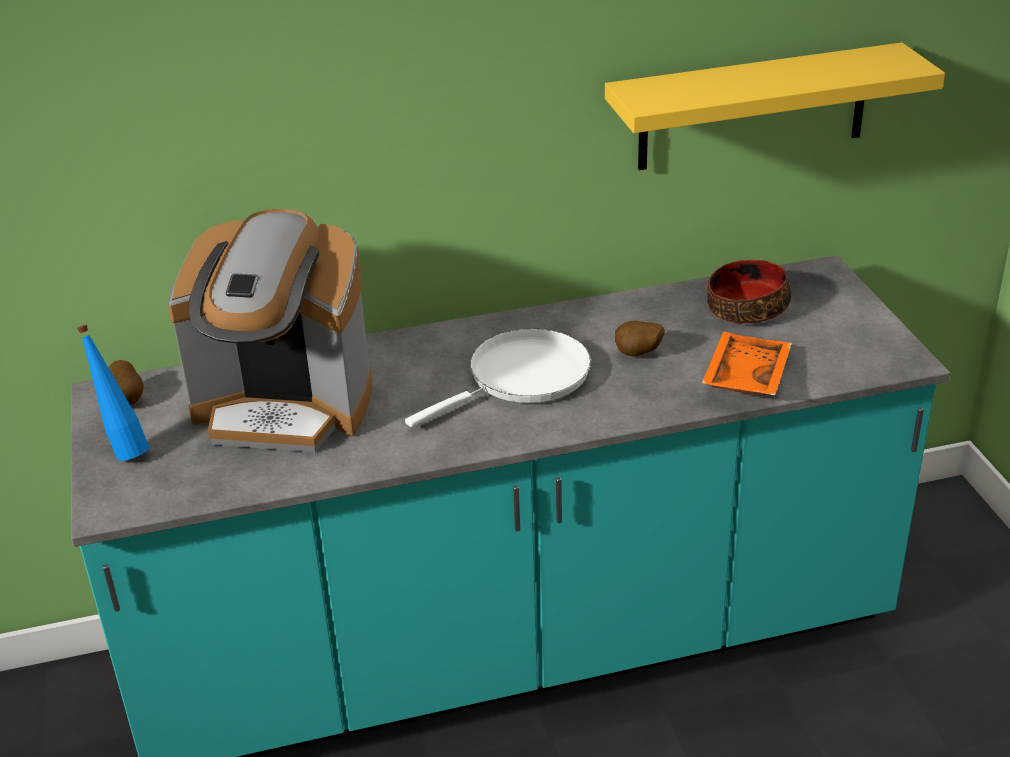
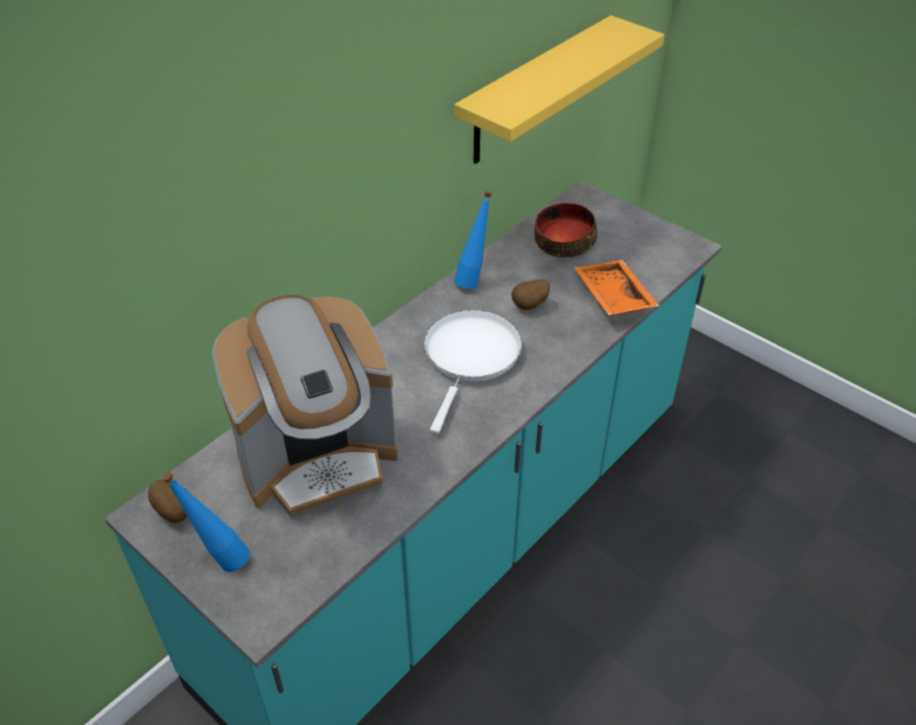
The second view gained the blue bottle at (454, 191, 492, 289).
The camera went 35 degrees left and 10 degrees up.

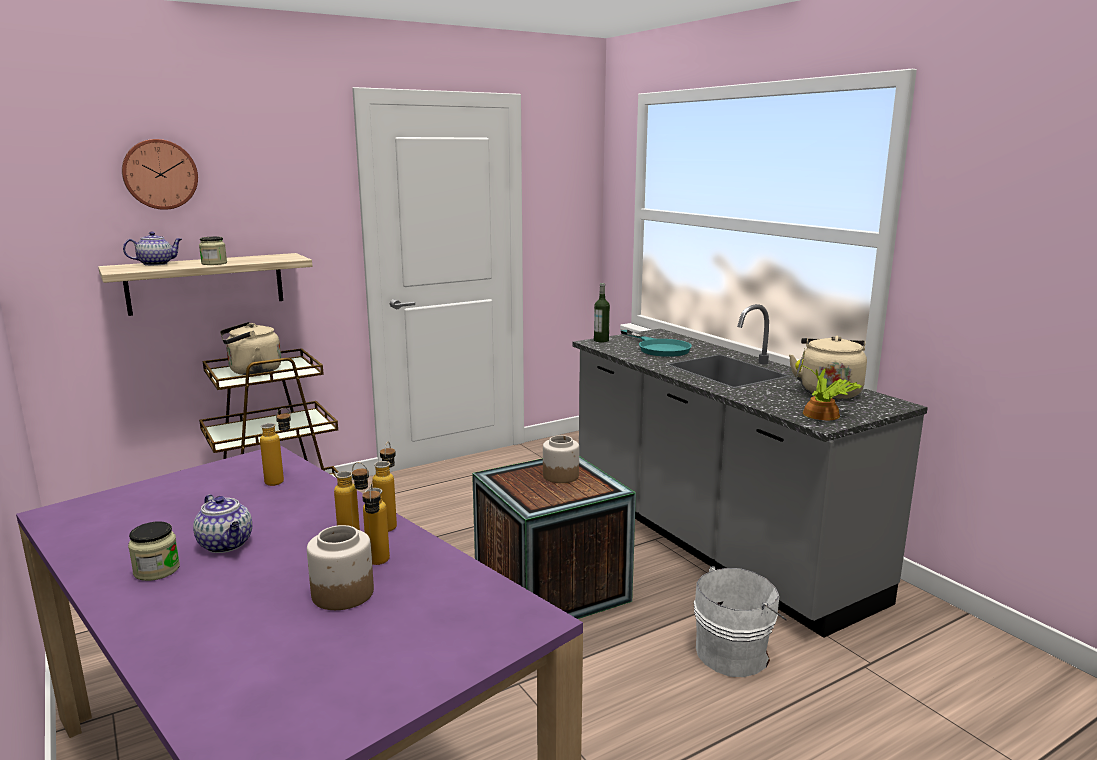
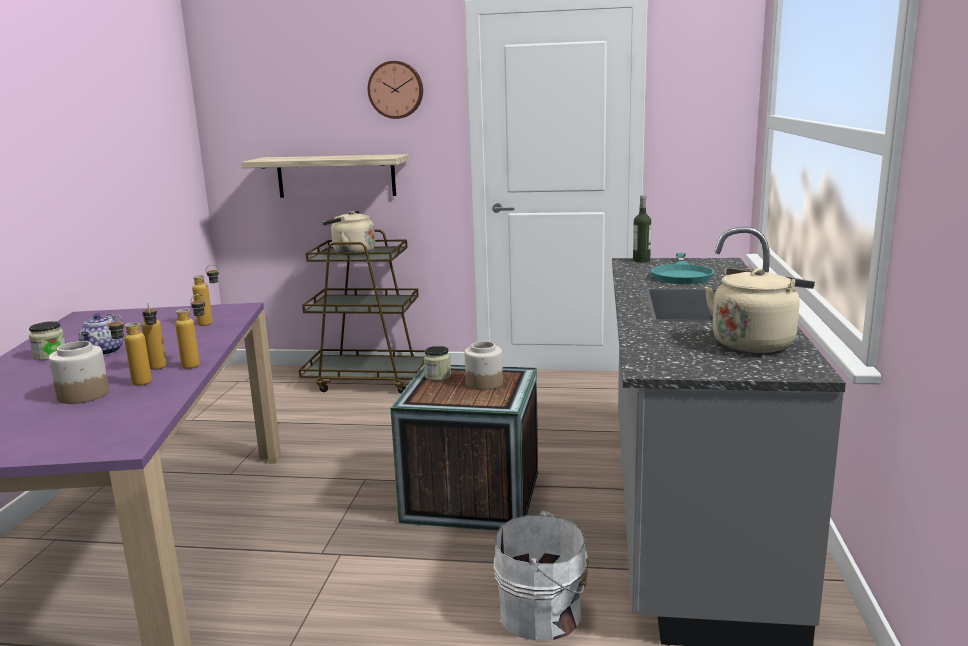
The second view lost the teapot at (123, 232, 182, 266).
The second view lost the potted plant at (795, 349, 863, 420).
The wall clock ended up elsewhere, having gone from (122, 139, 198, 210) to (368, 61, 423, 119).
The jar ended up elsewhere, having gone from (199, 237, 227, 265) to (424, 346, 451, 381).
The camera went 40 degrees right and 0 degrees up.

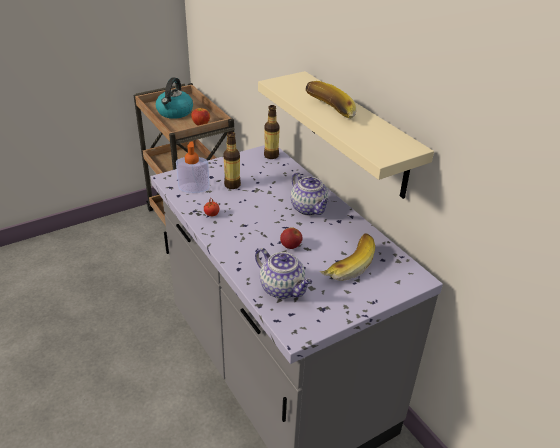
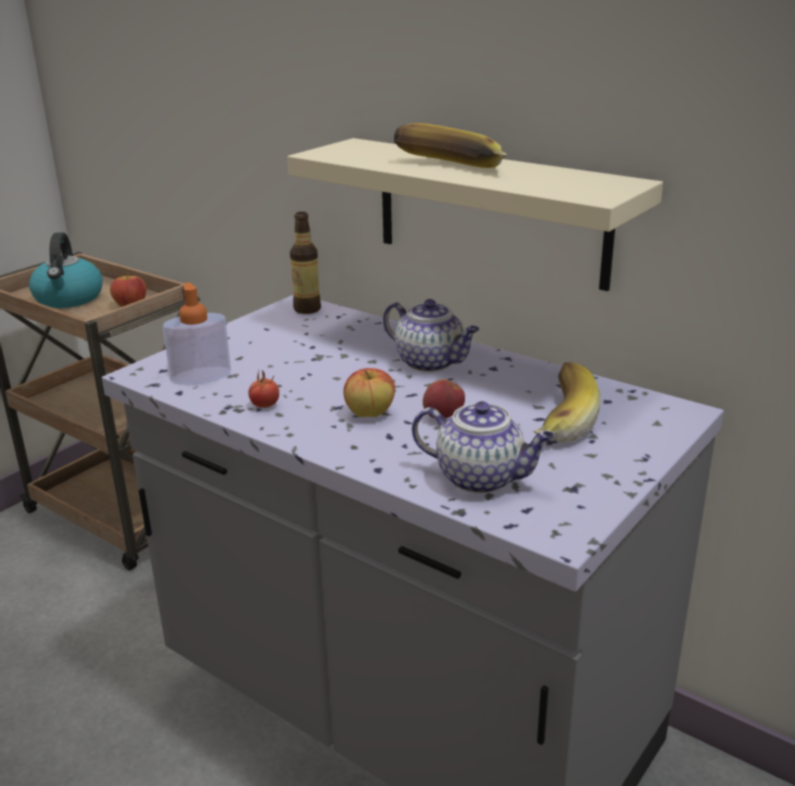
The second view lost the bottle at (223, 132, 241, 189).
The second view gained the apple at (343, 368, 395, 417).
The camera went 20 degrees left and 10 degrees down.

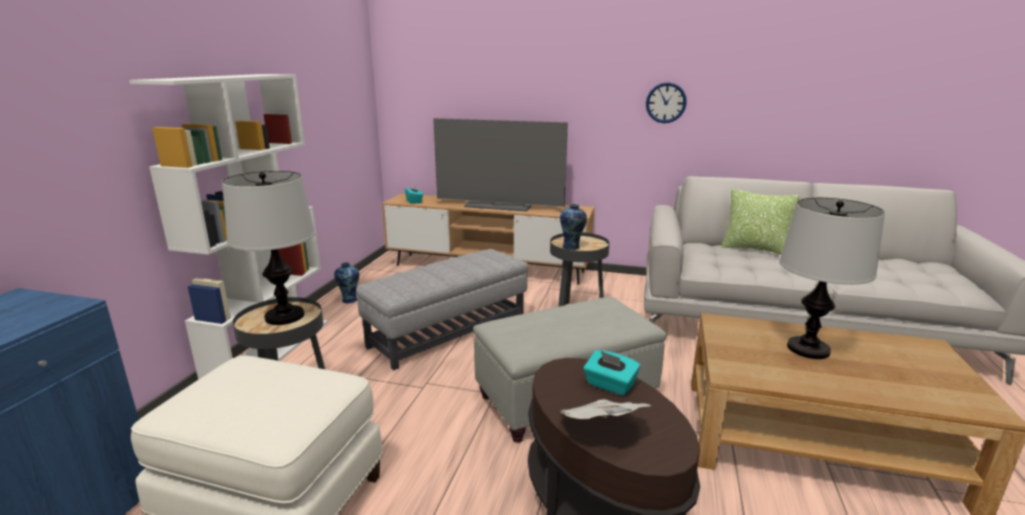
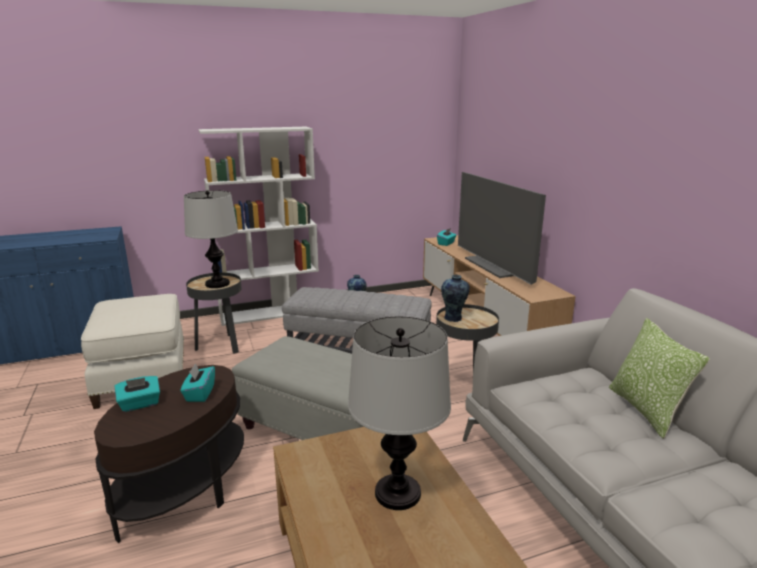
The second view lost the wall clock at (646, 82, 687, 123).
Where the newspaper stood at (560, 399, 651, 419), the turquoise tissue box came to stand at (115, 376, 160, 412).
The camera went 55 degrees right and 0 degrees up.

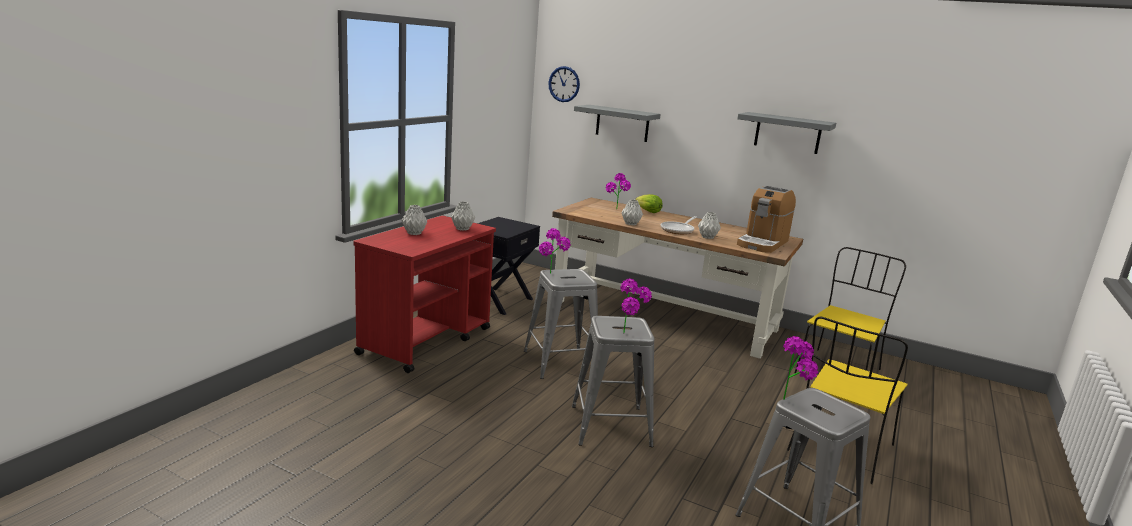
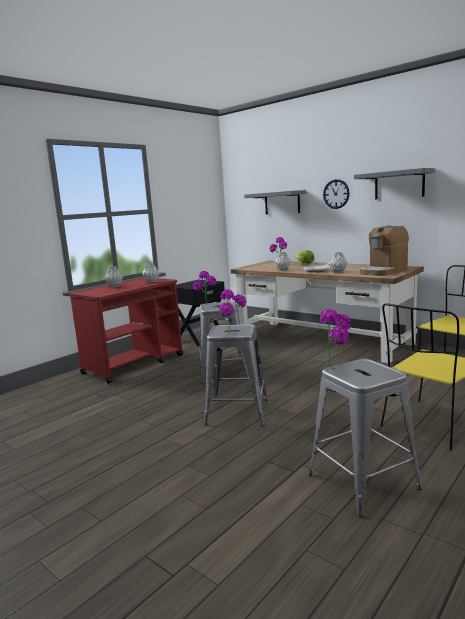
The wall clock ended up elsewhere, having gone from (548, 66, 580, 102) to (323, 179, 350, 209).
The camera went 15 degrees right and 5 degrees down.

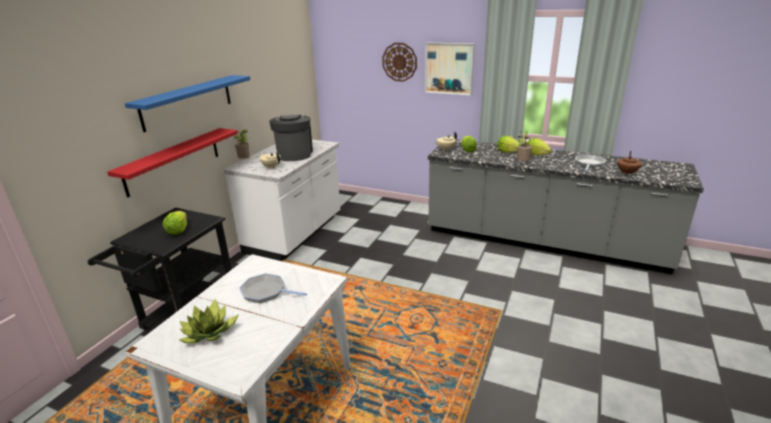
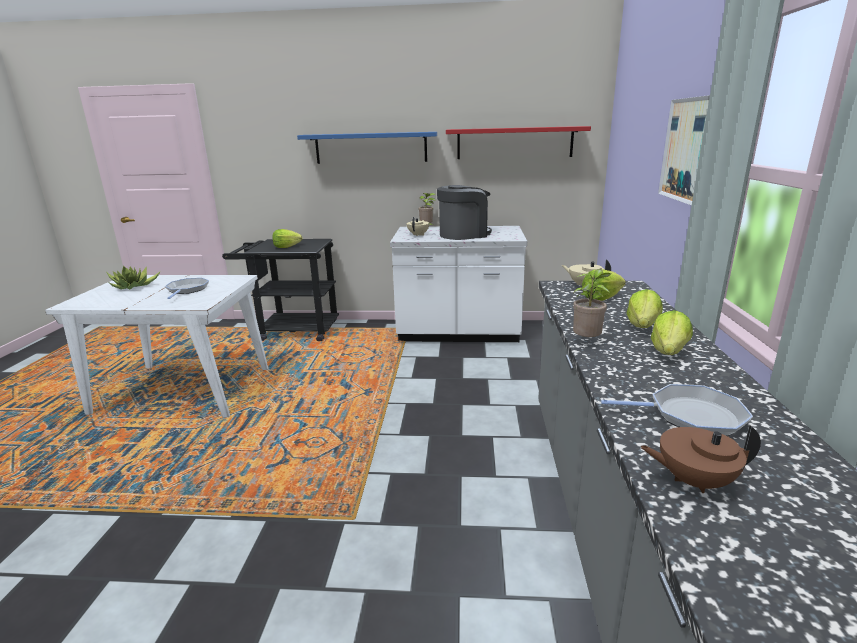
The second view lost the wall clock at (382, 43, 417, 82).
The red shelf ended up elsewhere, having gone from (107, 128, 238, 198) to (446, 126, 591, 159).
The camera went 70 degrees right and 5 degrees down.

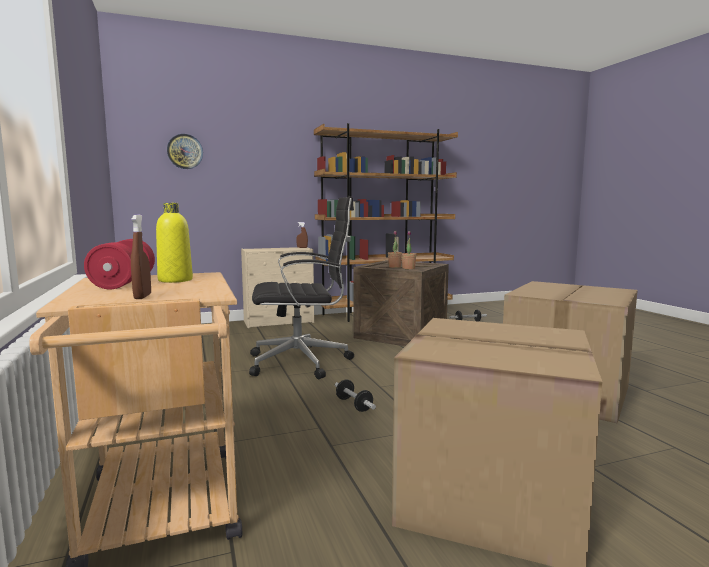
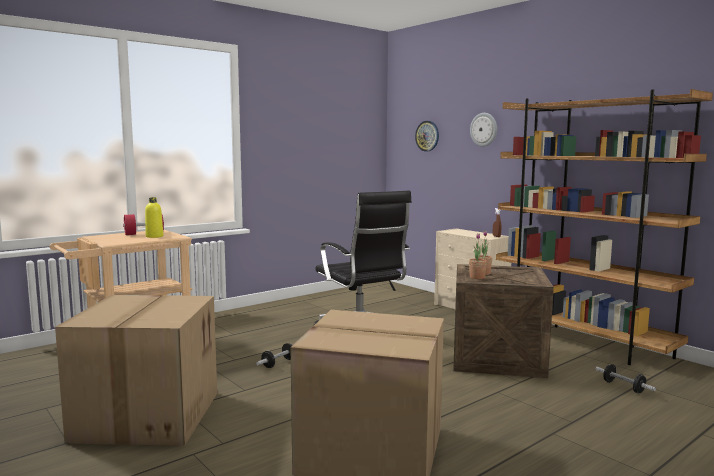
The second view lost the brown spray bottle at (131, 214, 151, 299).
The second view gained the wall clock at (470, 113, 497, 147).
The camera went 70 degrees right and 0 degrees up.

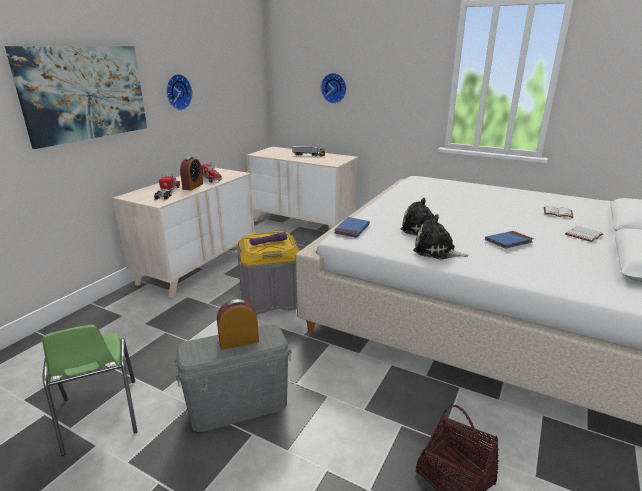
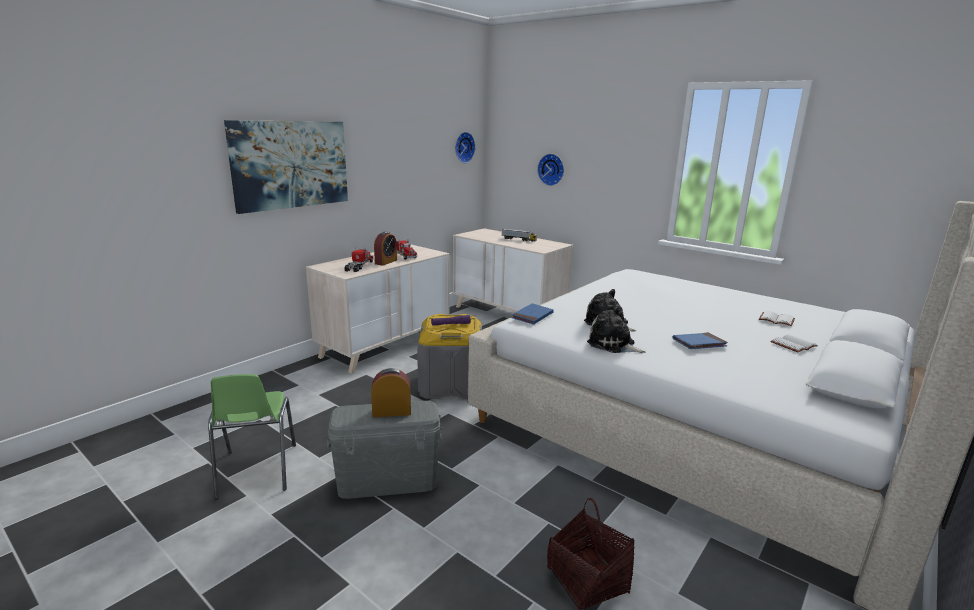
The wall clock ended up elsewhere, having gone from (166, 74, 192, 111) to (455, 132, 475, 163).
The camera went 10 degrees right and 5 degrees down.

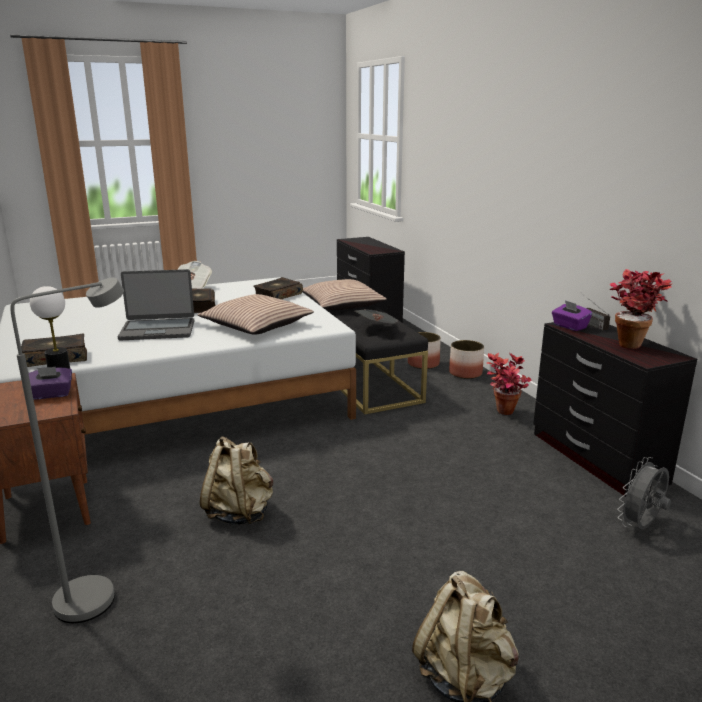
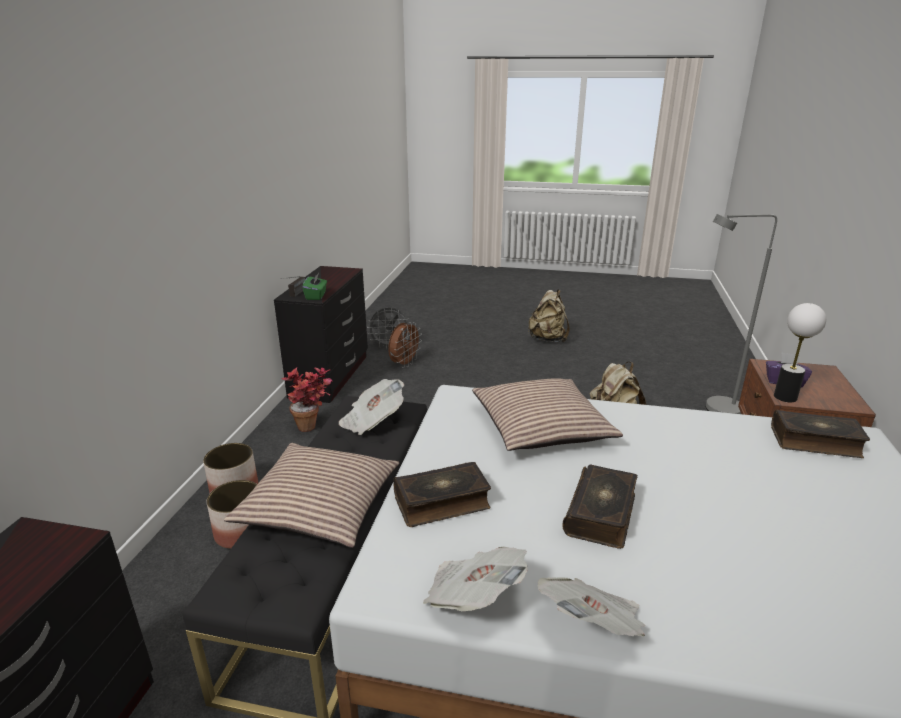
The second view lost the laptop at (117, 269, 194, 340).
The second view lost the potted plant at (610, 269, 672, 349).
The second view gained the brown fan at (388, 322, 422, 368).
The second view gained the newspaper at (423, 547, 528, 612).
What was the purple tissue box at (552, 300, 592, 331) turned into the green tissue box at (302, 273, 327, 300).
The camera went 145 degrees left and 5 degrees up.

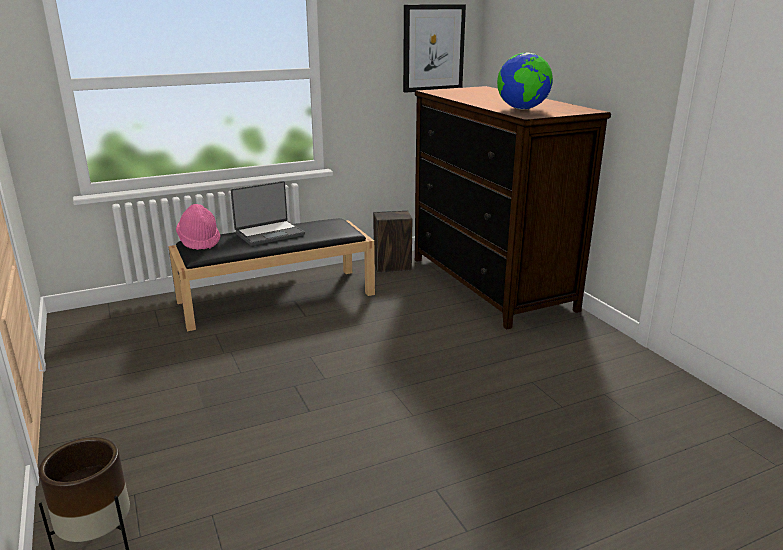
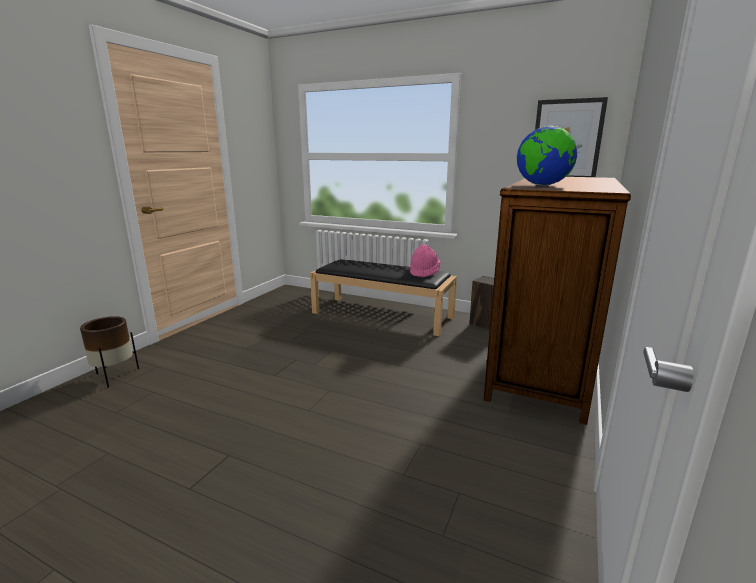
The second view lost the laptop at (231, 181, 305, 246).
The pink hat ended up elsewhere, having gone from (176, 204, 221, 250) to (410, 244, 441, 278).
The camera went 50 degrees right and 5 degrees down.

